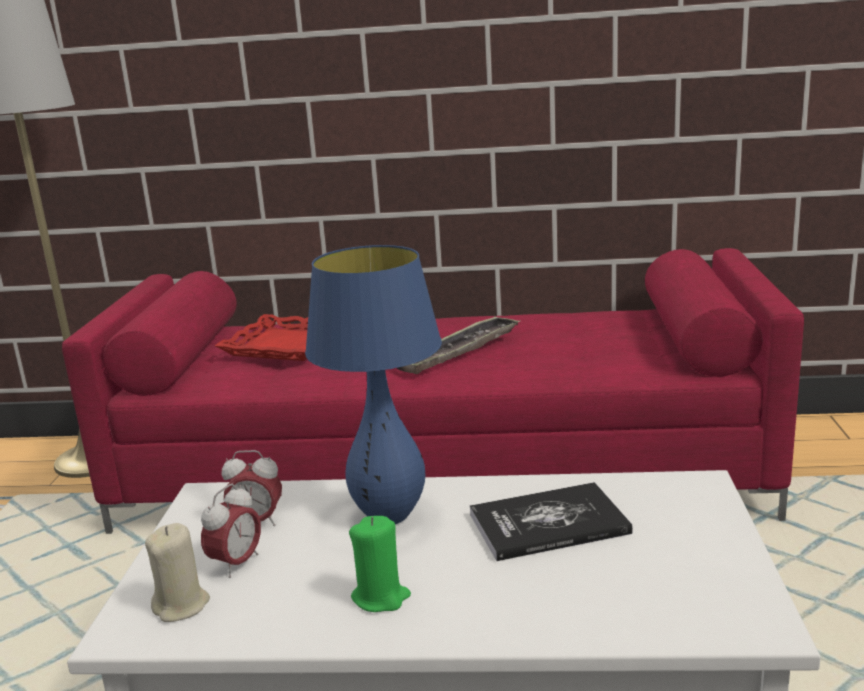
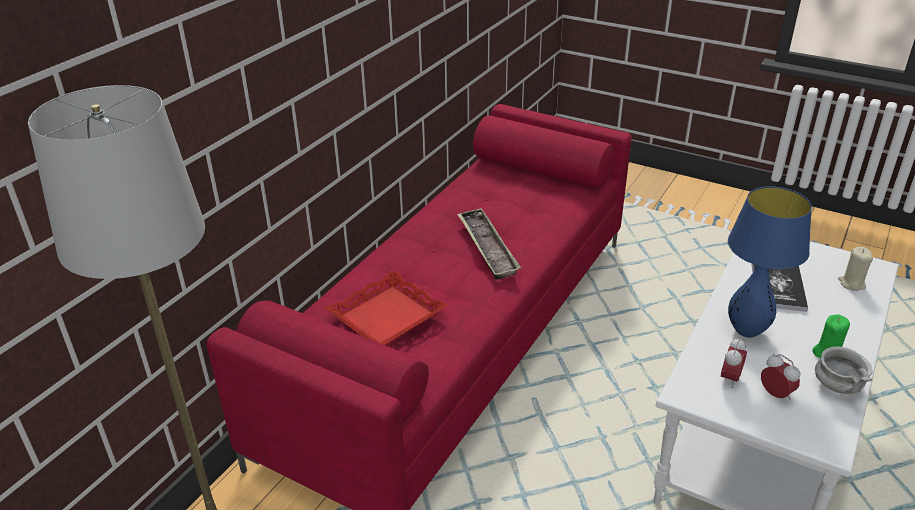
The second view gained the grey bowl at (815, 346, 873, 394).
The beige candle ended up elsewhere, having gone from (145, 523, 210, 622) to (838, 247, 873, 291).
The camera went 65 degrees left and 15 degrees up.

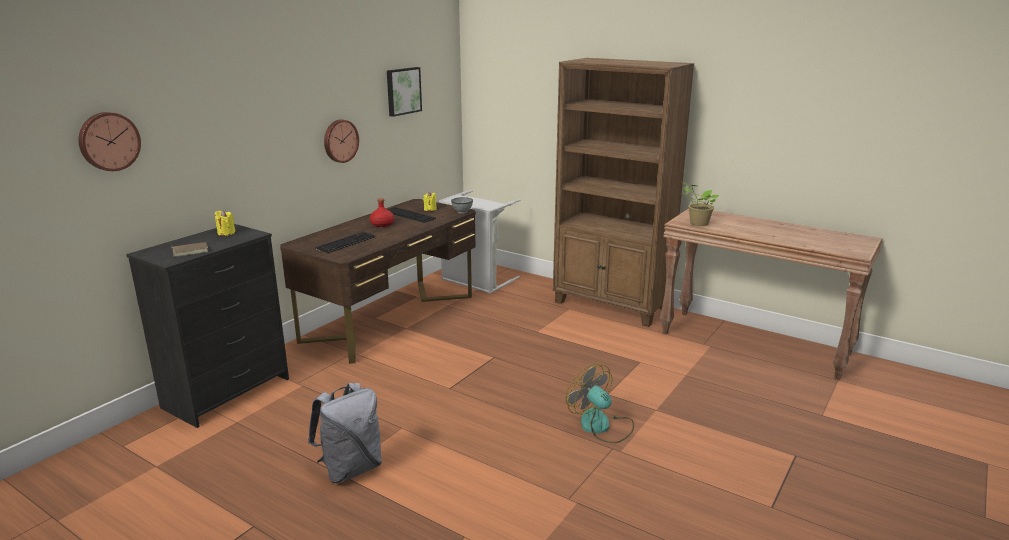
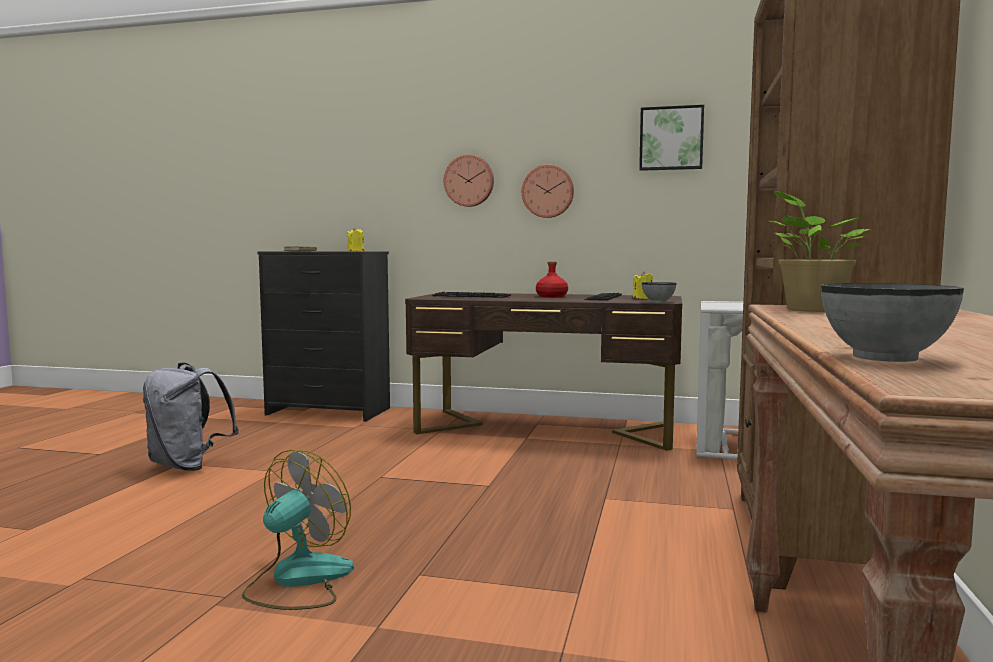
The second view gained the grey bowl at (821, 283, 964, 362).
The wall clock ended up elsewhere, having gone from (79, 112, 141, 171) to (444, 155, 494, 207).
The camera went 70 degrees right and 15 degrees down.

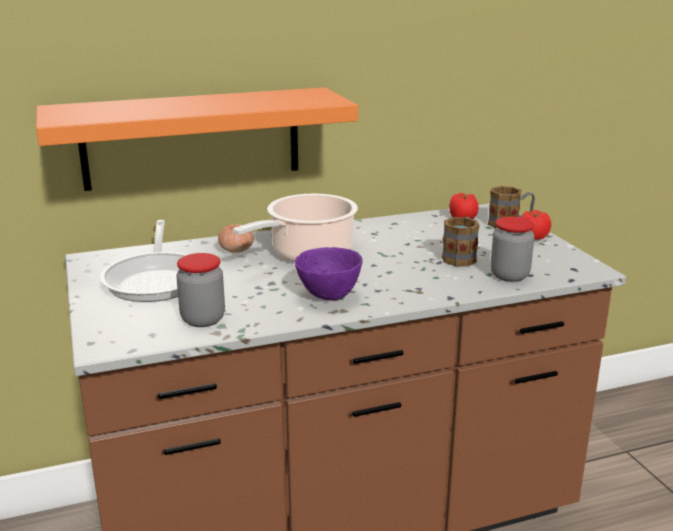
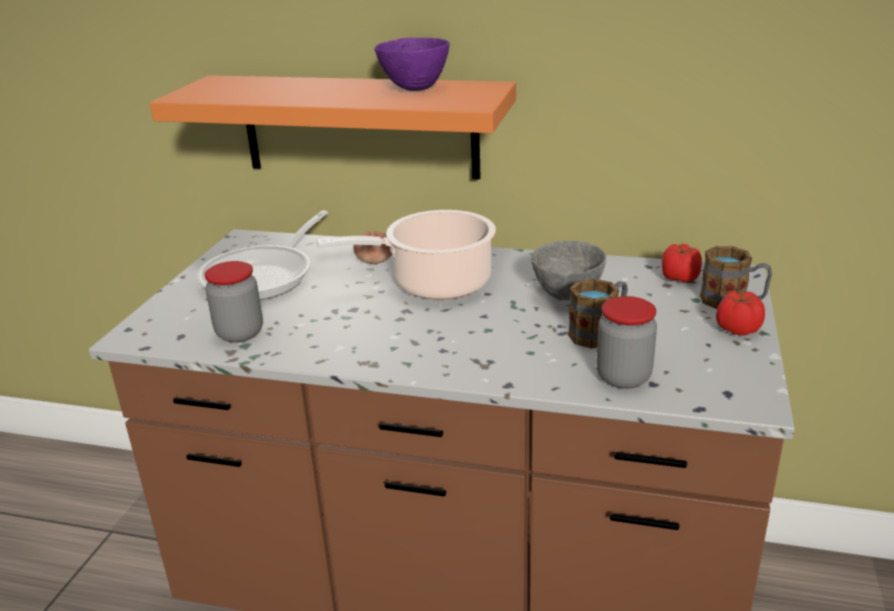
The second view gained the grey bowl at (531, 241, 606, 300).
The purple bowl ended up elsewhere, having gone from (295, 247, 363, 301) to (375, 38, 450, 91).
The camera went 35 degrees right and 5 degrees up.

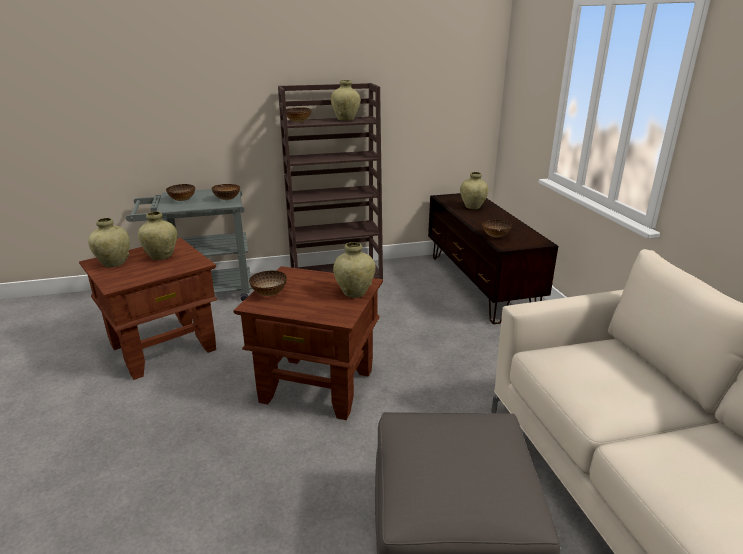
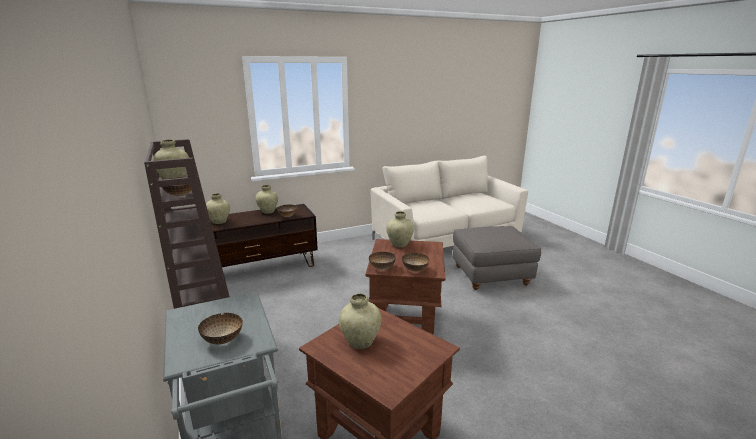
The beige vase ended up elsewhere, having gone from (88, 218, 130, 267) to (255, 185, 278, 214).
The bowl ended up elsewhere, having gone from (212, 184, 240, 200) to (369, 252, 396, 270).
The camera went 100 degrees left and 5 degrees down.

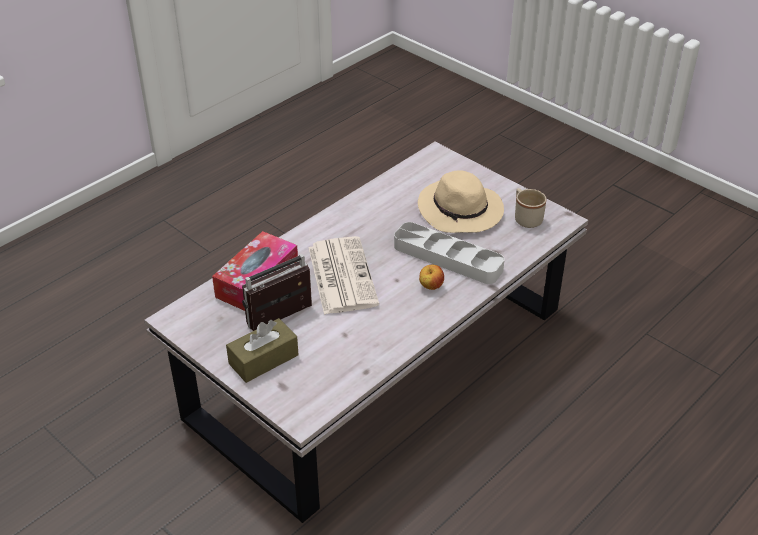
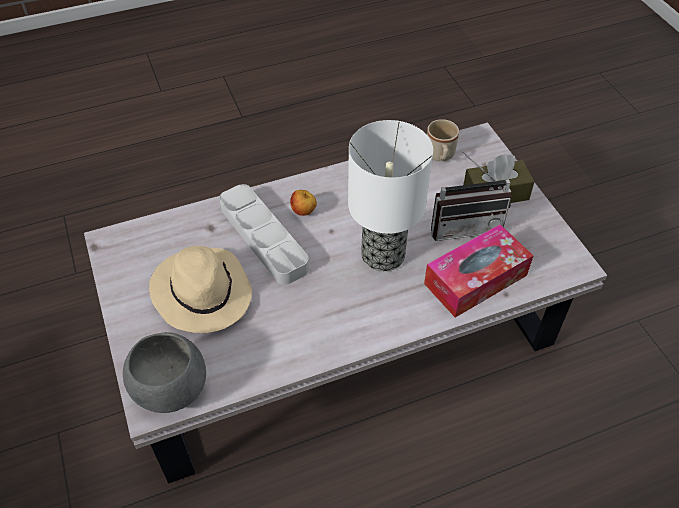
The second view gained the grey bowl at (123, 332, 206, 413).
The beige mug ended up elsewhere, having gone from (515, 188, 546, 228) to (427, 119, 459, 161).
Where the newspaper stood at (309, 236, 379, 315), the table lamp came to stand at (348, 120, 433, 271).
The camera went 155 degrees left and 10 degrees up.

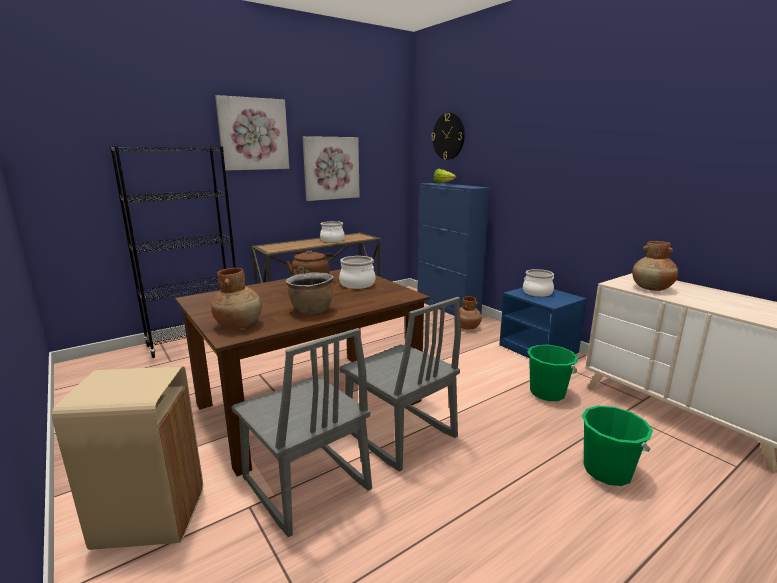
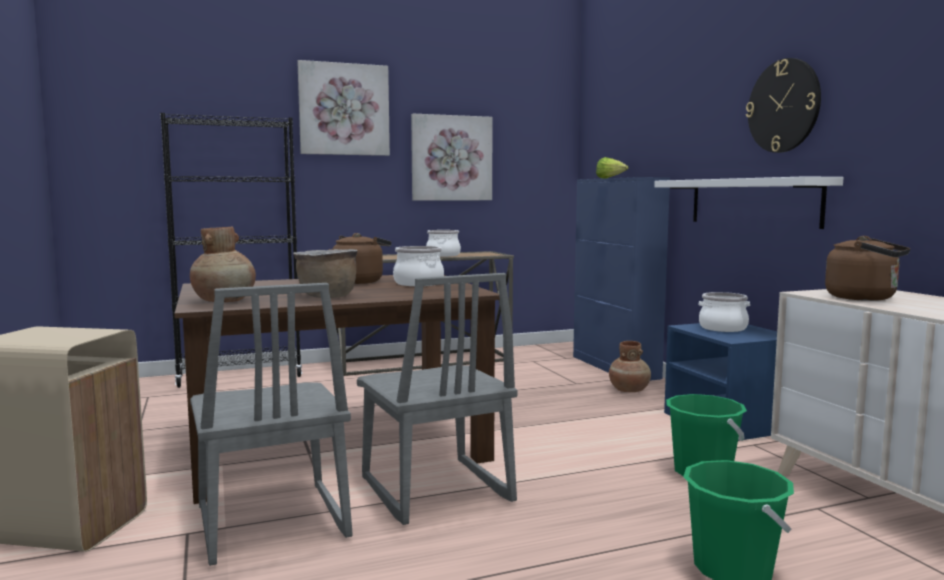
The second view gained the white shelf at (654, 176, 844, 229).
The wall clock ended up elsewhere, having gone from (432, 112, 465, 160) to (746, 58, 821, 153).
Where the brown vase stood at (632, 241, 678, 291), the brown kettle came to stand at (825, 236, 910, 301).
The camera went 15 degrees right and 10 degrees down.

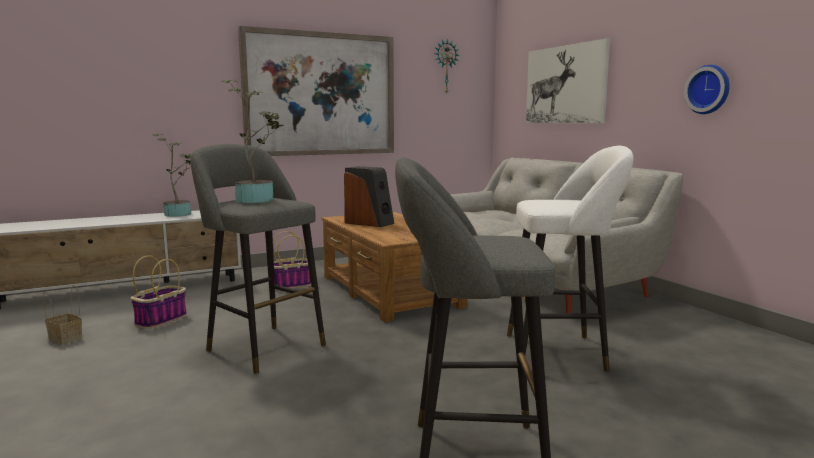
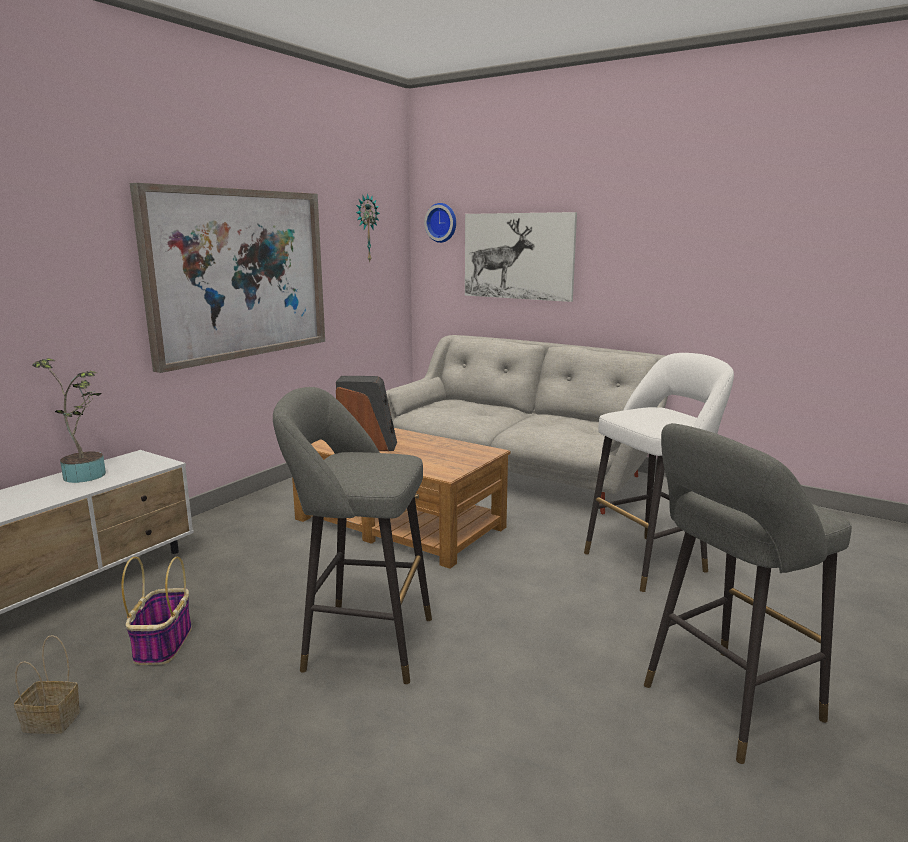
The second view lost the potted plant at (222, 80, 284, 203).
The second view lost the basket at (273, 231, 311, 290).
The wall clock ended up elsewhere, having gone from (684, 65, 730, 114) to (424, 203, 456, 243).
The camera went 30 degrees left and 5 degrees up.

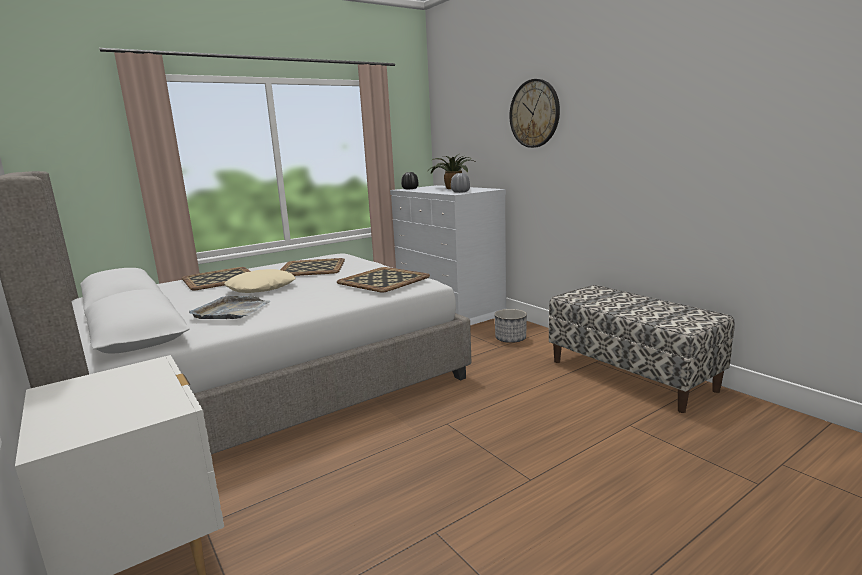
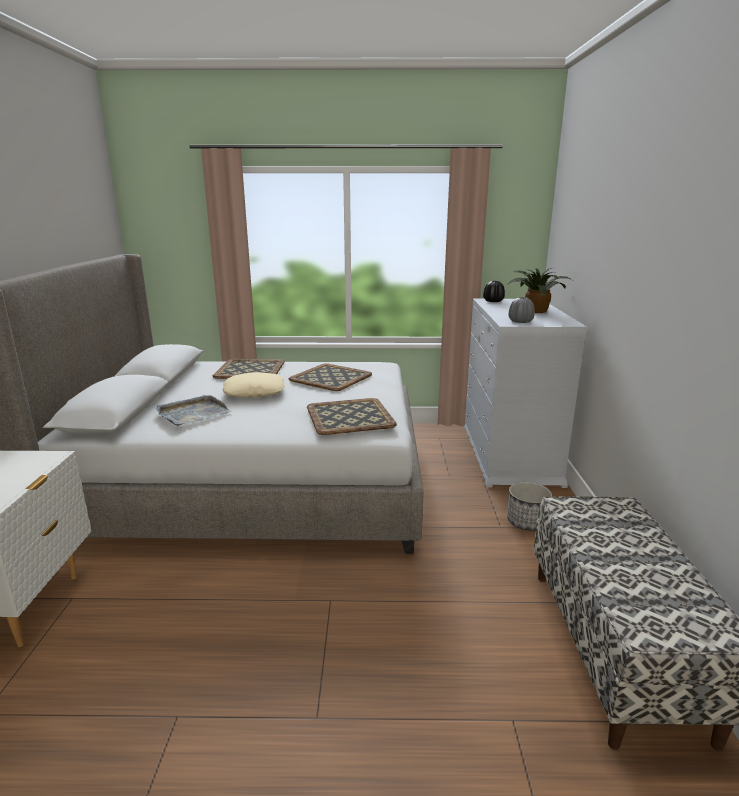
The second view lost the wall clock at (509, 79, 560, 148).
The camera went 35 degrees right and 5 degrees up.

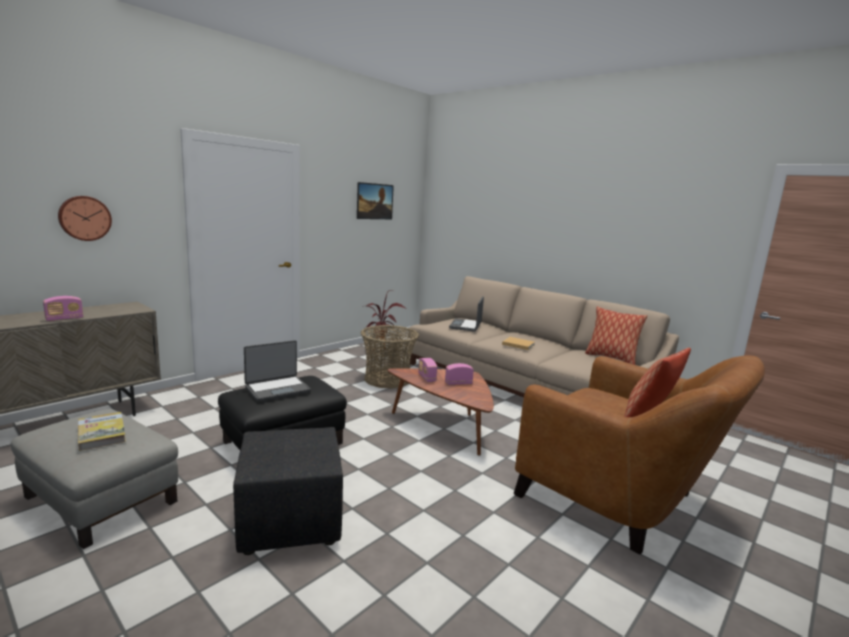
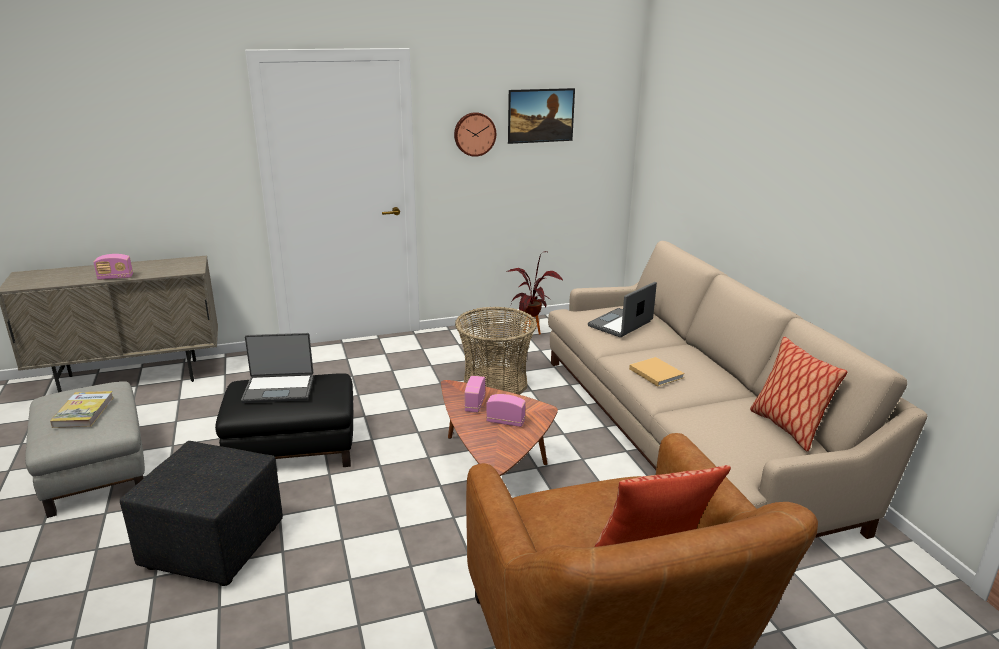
The wall clock ended up elsewhere, having gone from (58, 196, 112, 241) to (454, 112, 496, 157).
The camera went 30 degrees right and 10 degrees up.

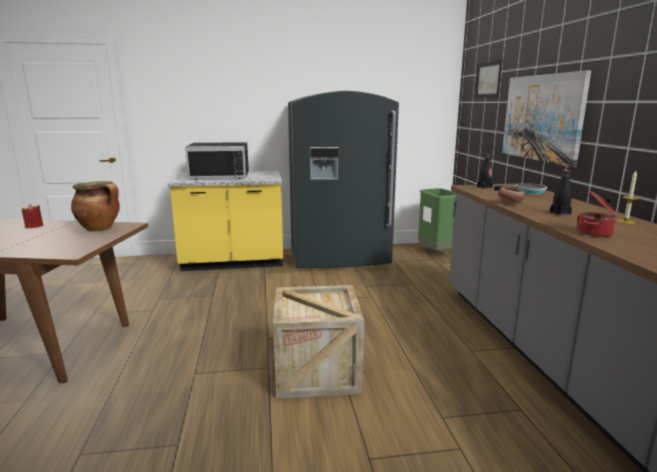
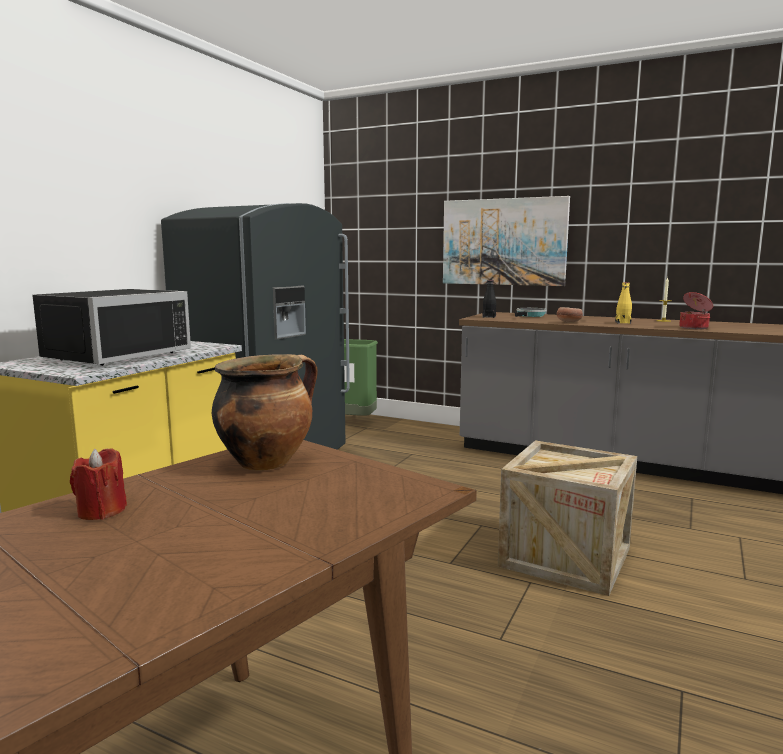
The second view lost the picture at (475, 60, 502, 98).
What was the black bottle at (550, 170, 572, 216) turned into the yellow bottle at (615, 282, 632, 324).
The camera went 55 degrees left and 5 degrees down.

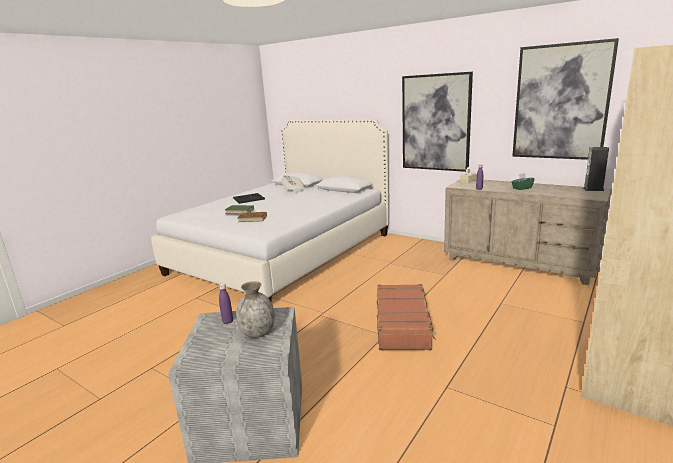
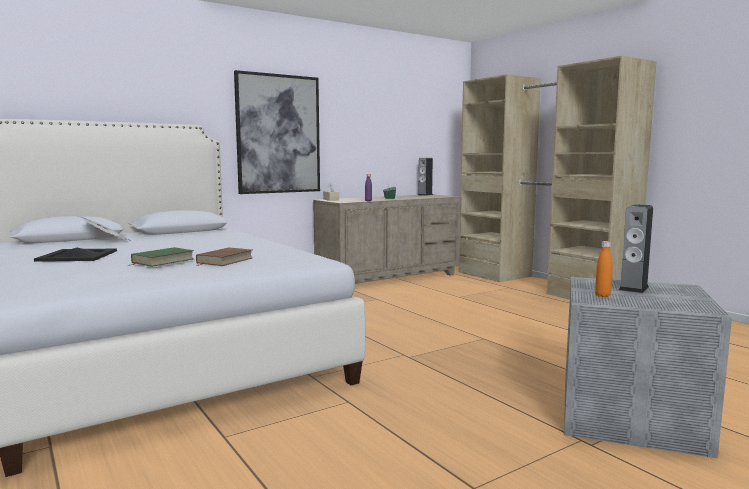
The second view lost the brown suitcase at (377, 284, 436, 350).
The second view lost the picture at (512, 38, 619, 160).
Where the grey vase stood at (236, 281, 275, 338), the speaker came to stand at (619, 204, 653, 293).
What was the purple bottle at (219, 283, 233, 324) turned into the orange bottle at (595, 241, 612, 297).
The camera went 70 degrees left and 10 degrees down.

